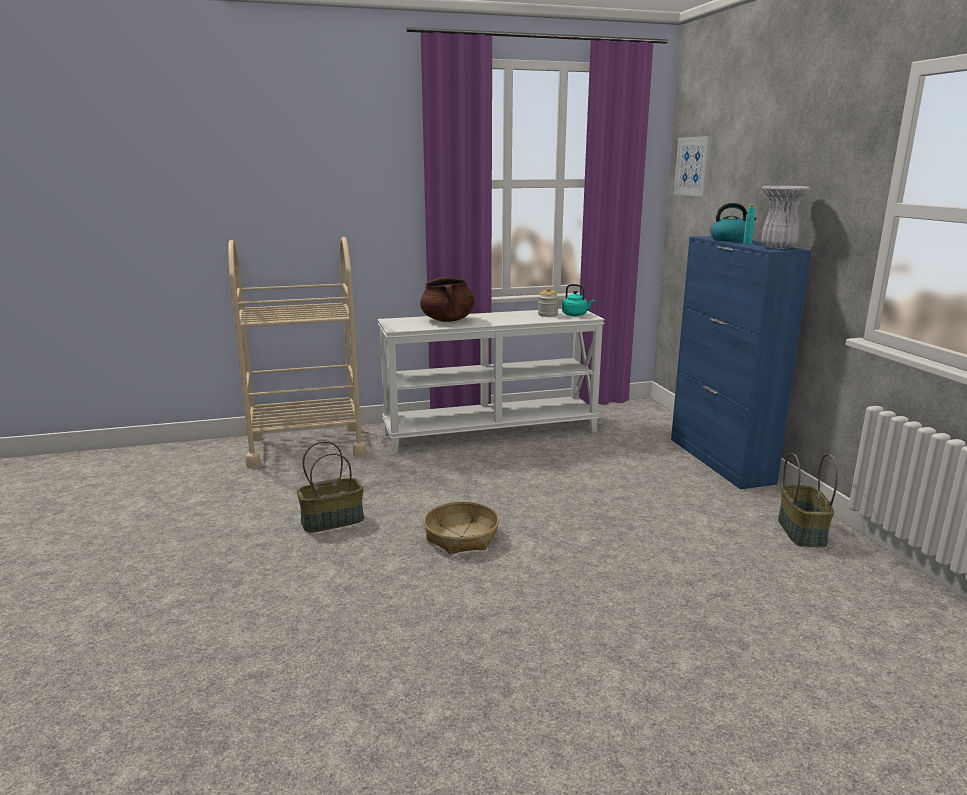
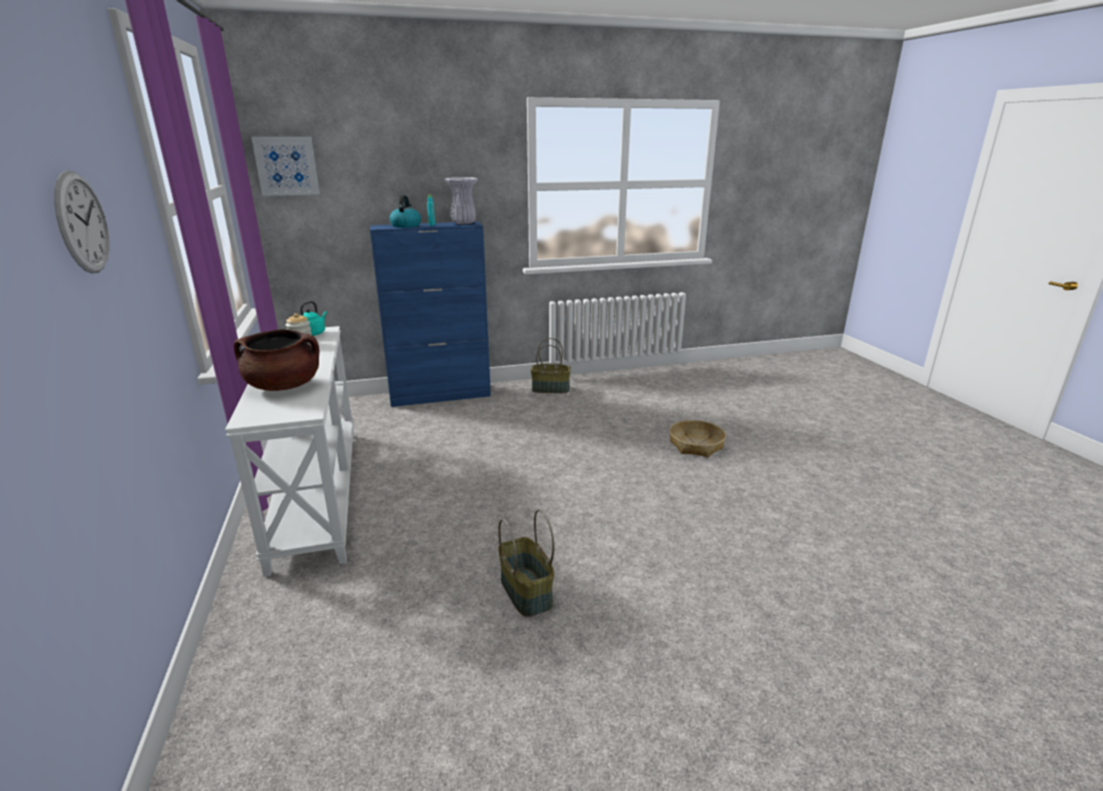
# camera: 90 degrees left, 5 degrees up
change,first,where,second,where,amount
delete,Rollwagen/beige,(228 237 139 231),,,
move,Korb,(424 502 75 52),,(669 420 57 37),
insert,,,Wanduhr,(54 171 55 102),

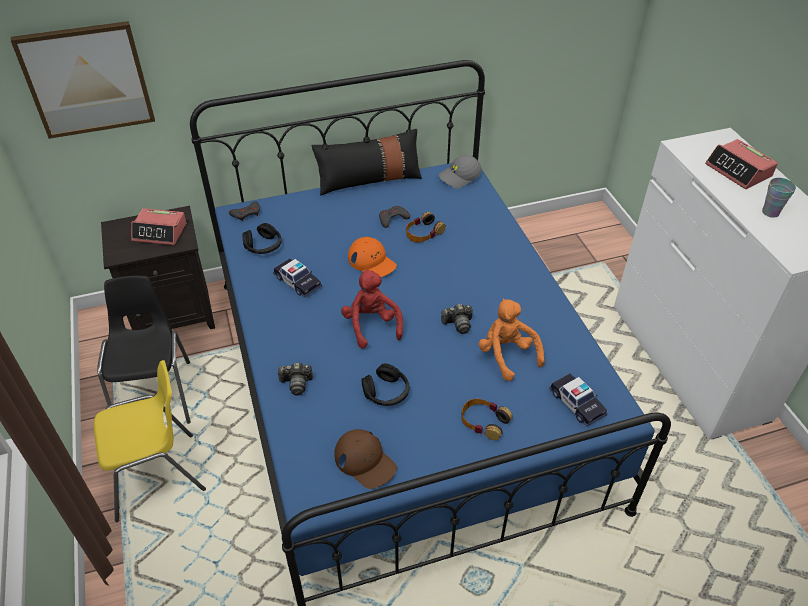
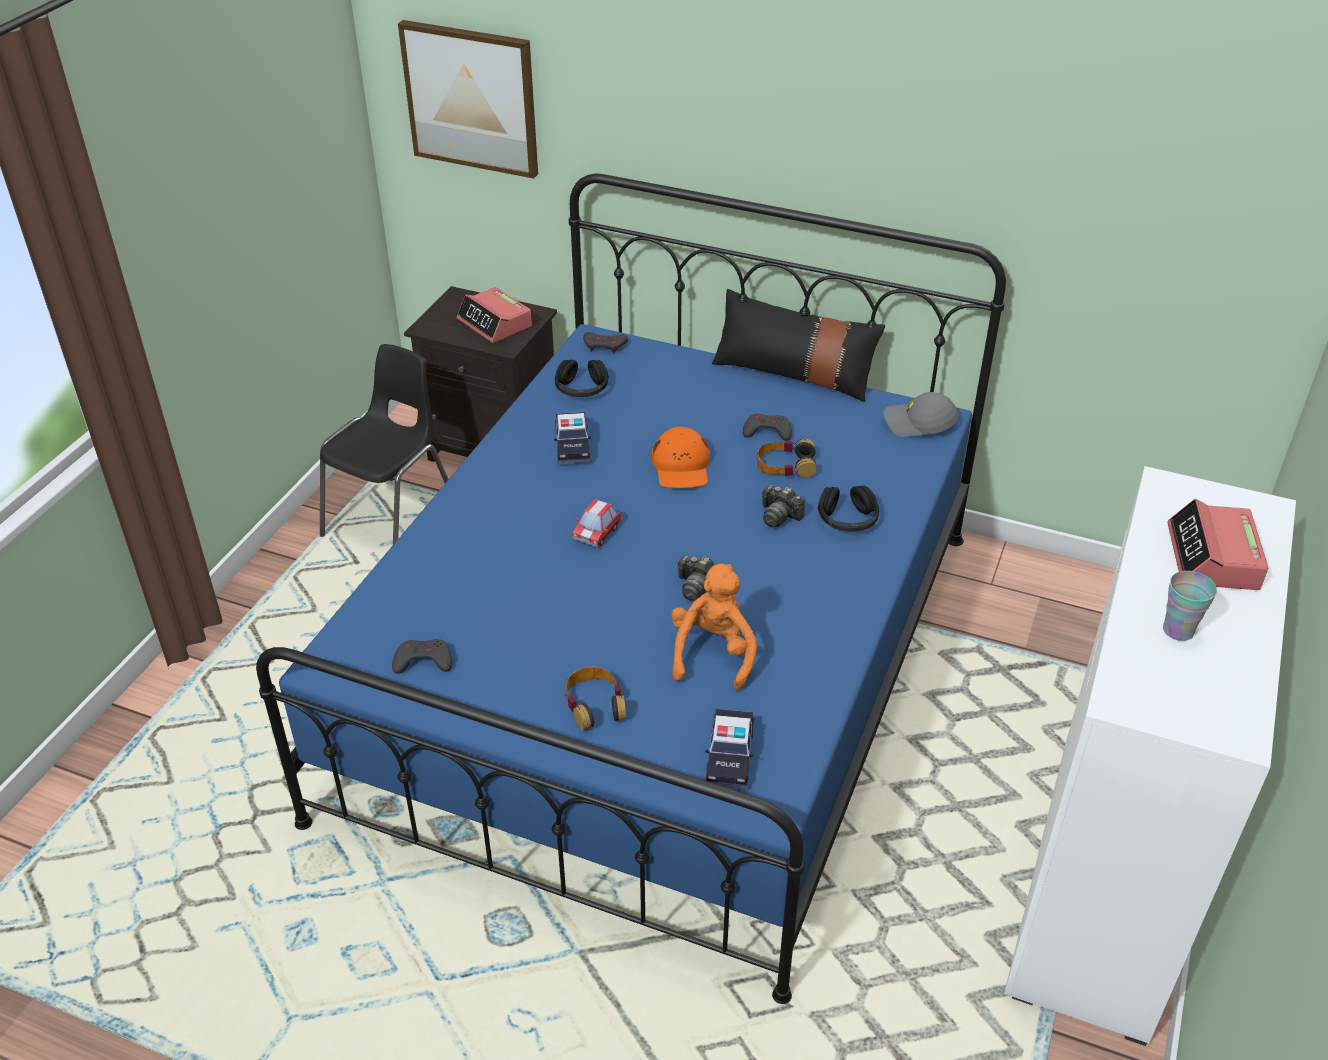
# camera: 40 degrees right, 5 degrees down
change,first,where,second,where,amount
delete,Stuhl/gelb,(94 360 112 162),,,
move,Kamera,(277 363 36 32),,(762 485 43 42),
replace,Kappe/braun,(334 429 63 60),Gamepad/grau,(392 639 60 35),
replace,Plüschtier/rot,(341 269 62 80),Spielzeugauto,(572 499 50 48),
move,Kopfhörer/schwarz,(361 363 48 43),,(818 486 61 46),

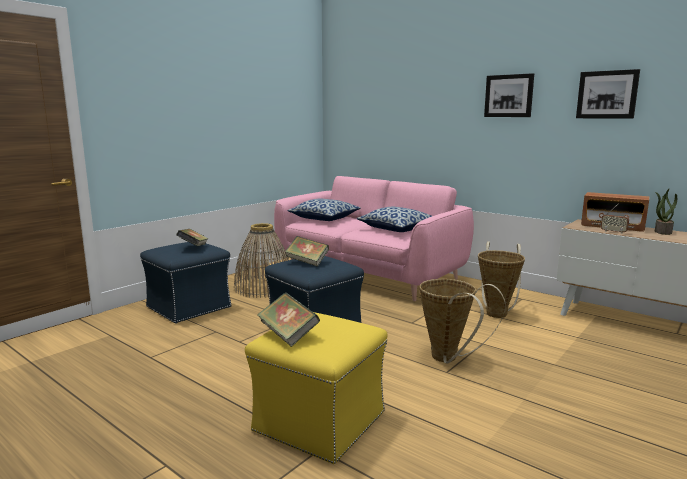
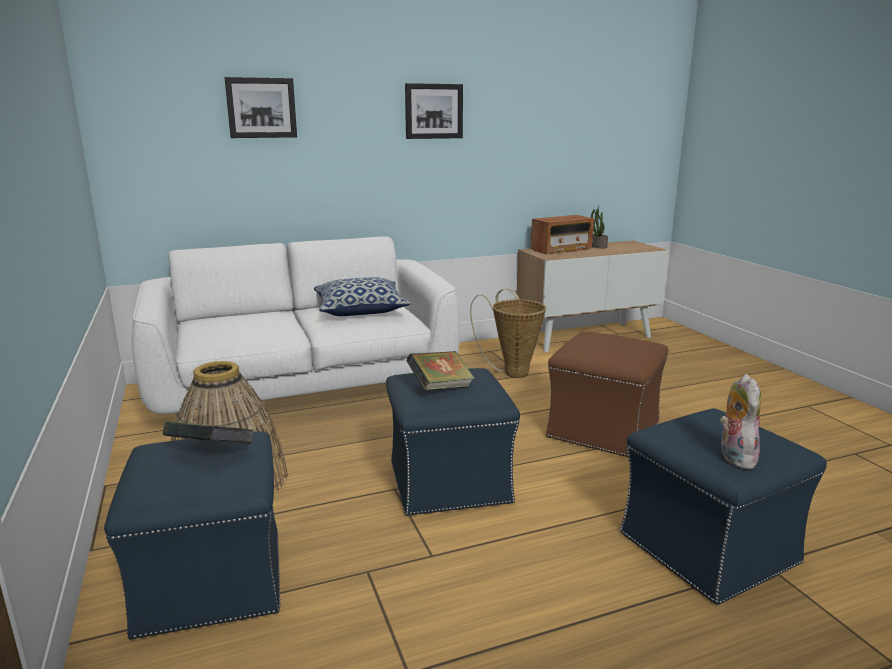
# camera: 60 degrees left, 5 degrees up
change,first,where,second,where,amount
recolor,Polsterhocker/gelb,(245 312 143 152),Polsterhocker/blau,(620 409 207 196),
replace,Buch,(257 292 63 55),Plüschtier,(720 374 41 95),
recolor,Sofa/rosa,(274 176 200 125),Sofa/weiß,(131 236 329 187),
delete,Kissen,(288 199 73 22),,,
replace,Korb,(420 279 86 85),Polsterhocker/braun,(546 331 122 126),
move,Bild,(576 69 64 49),,(224 77 73 61),
delete,Radio,(601 203 28 31),,,

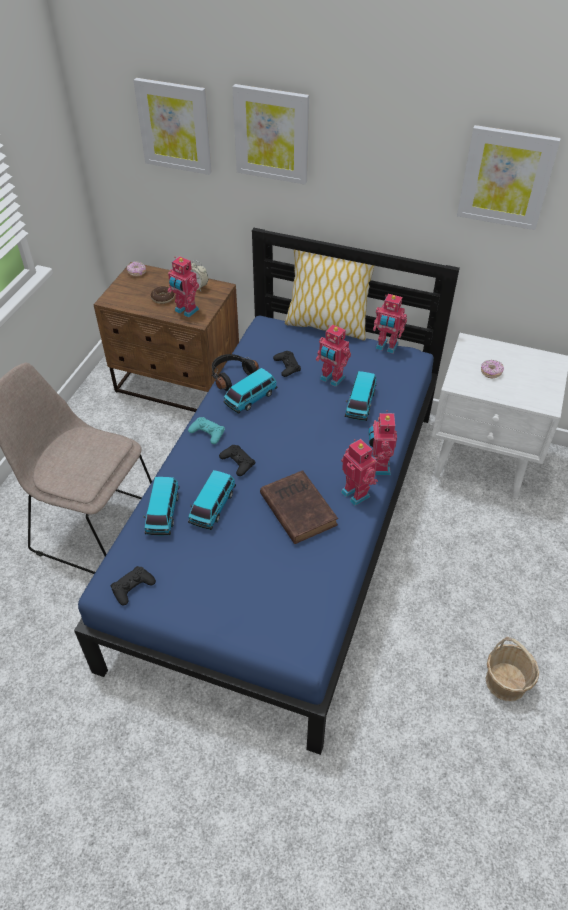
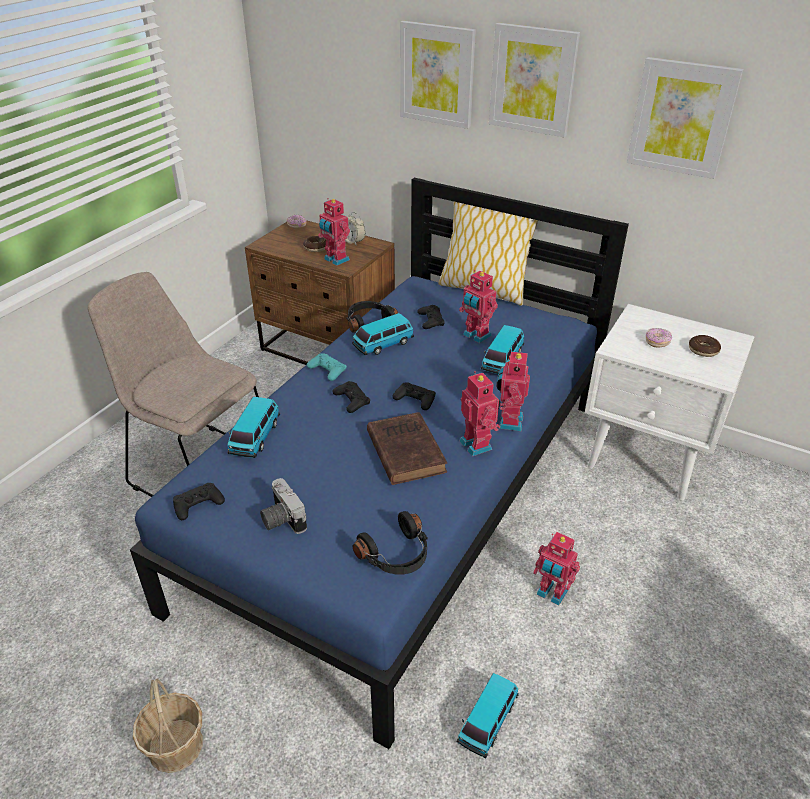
# camera: 10 degrees right, 10 degrees down
change,first,where,second,where,amount
move,Bild,(134 78 77 97),,(489 23 91 114),
move,Spielzeugauto,(188 470 48 60),,(456 673 63 85),
move,Spielzeugroboter,(373 294 34 60),,(533 532 47 73),
move,Korb,(485 637 54 64),,(133 678 70 95),
insert,,,Kamera,(260 478 47 56),
insert,,,Kopfhörer/schwarz,(353 511 75 64),
insert,,,Gamepad/schwarz,(393 382 43 28),
insert,,,Donut,(689 335 32 22),

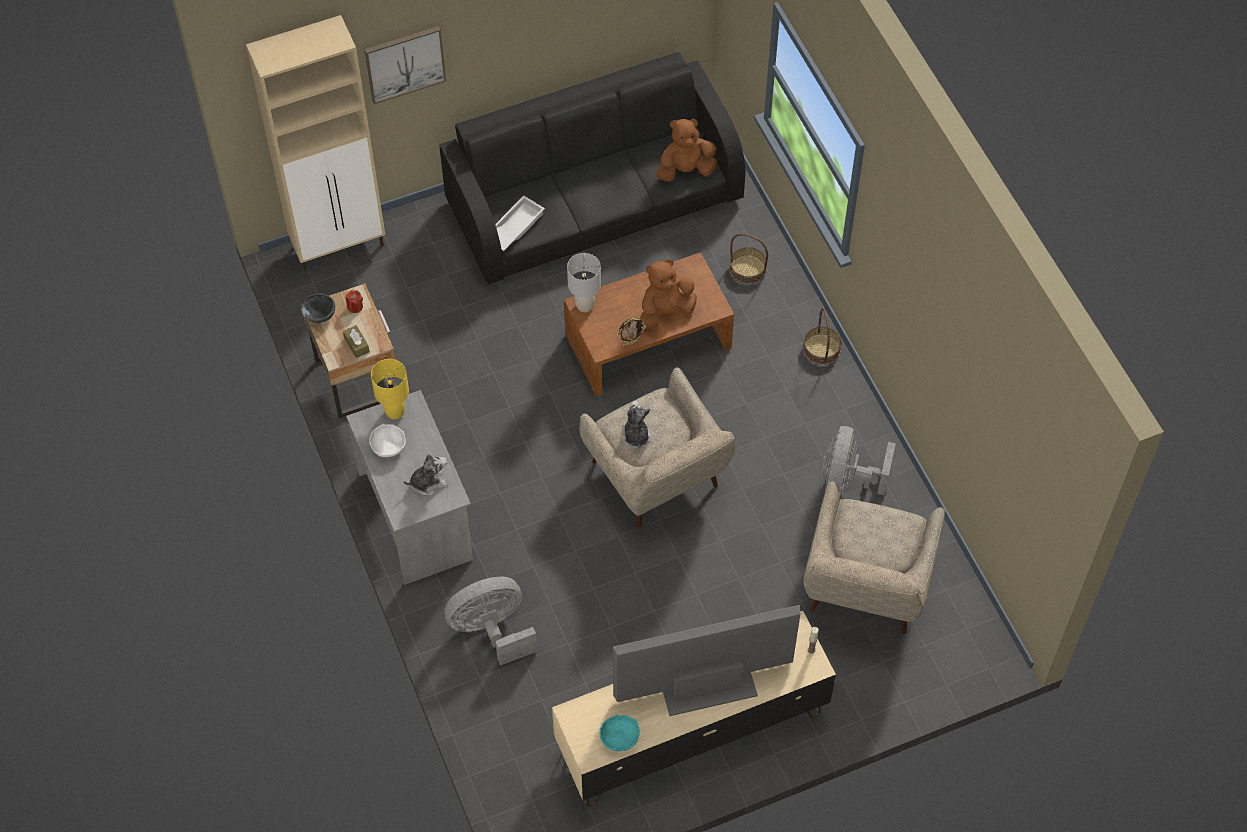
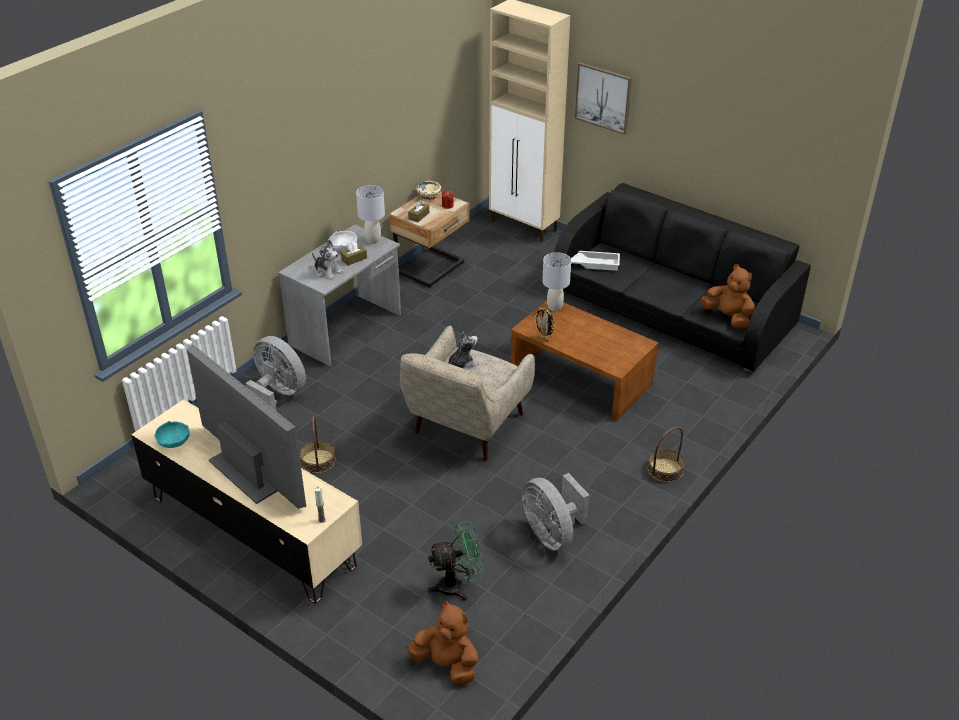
# camera: 60 degrees right, 20 degrees down
change,first,where,second,where,amount
recolor,Schüssel/schwarz,(301 294 34 29),Schüssel/beige,(416 181 25 19),
recolor,Tischlampe/gelb,(371 359 38 60),Tischlampe/grau,(356 185 29 59),
move,Plüschtier/braun,(640 259 57 69),,(407 601 72 84),
move,Korb,(729 233 39 51),,(300 416 36 57),
replace,Sessel/beige,(804 481 141 153),Ventilator/grün,(428 521 55 80),
rotate,Ventilator/grau,(822 426 74 74),,(522 473 68 77),105 degrees counterclockwise
insert,,,Taschentuchbox/braun,(341 242 26 24),

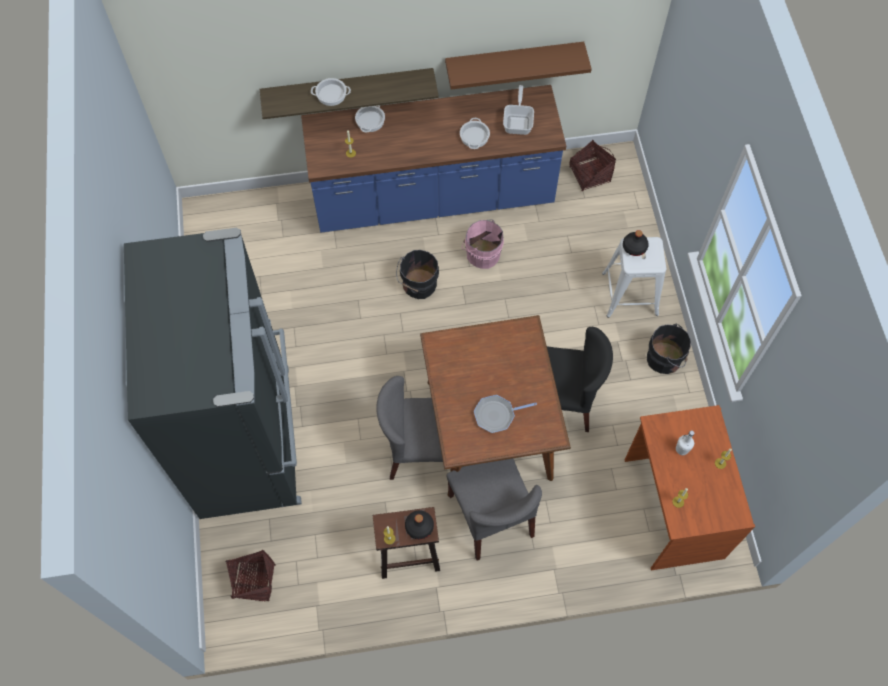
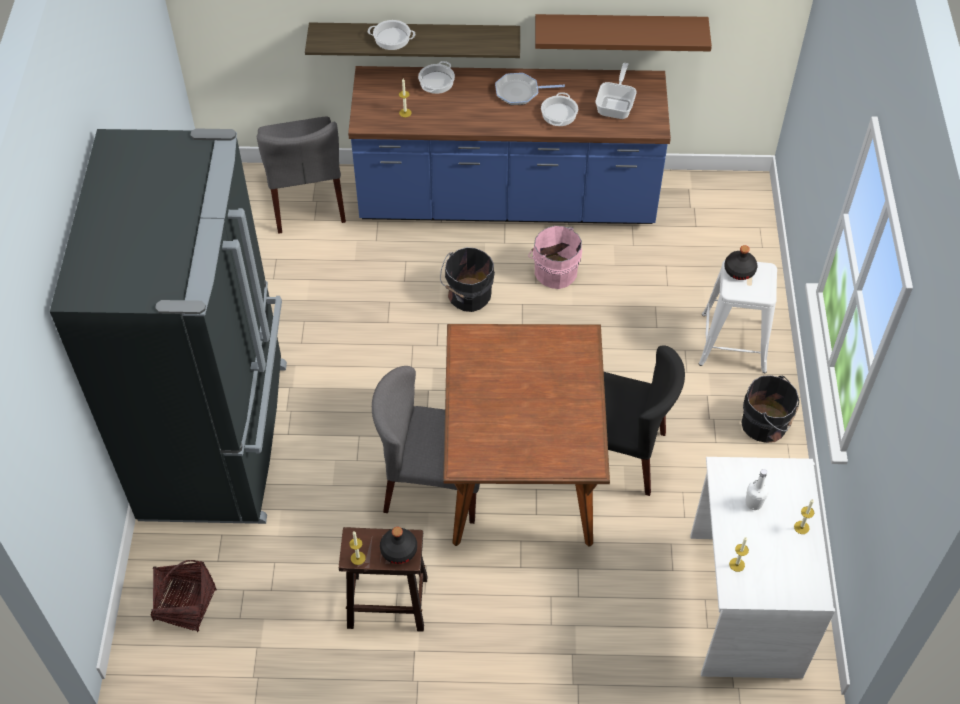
# camera: 10 degrees right, 10 degrees down
change,first,where,second,where,amount
move,Stuhl/grau,(446 459 96 102),,(257 117 89 117),
move,Pfanne,(474 395 63 38),,(495 73 70 32),
delete,Korb,(569 140 47 51),,,
recolor,Schreibtisch/braun,(625 405 130 165),Schreibtisch/weiß,(690 457 145 222),

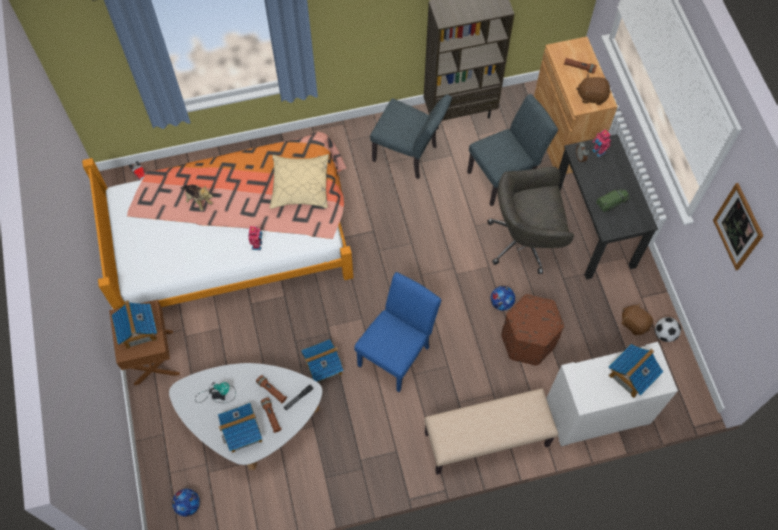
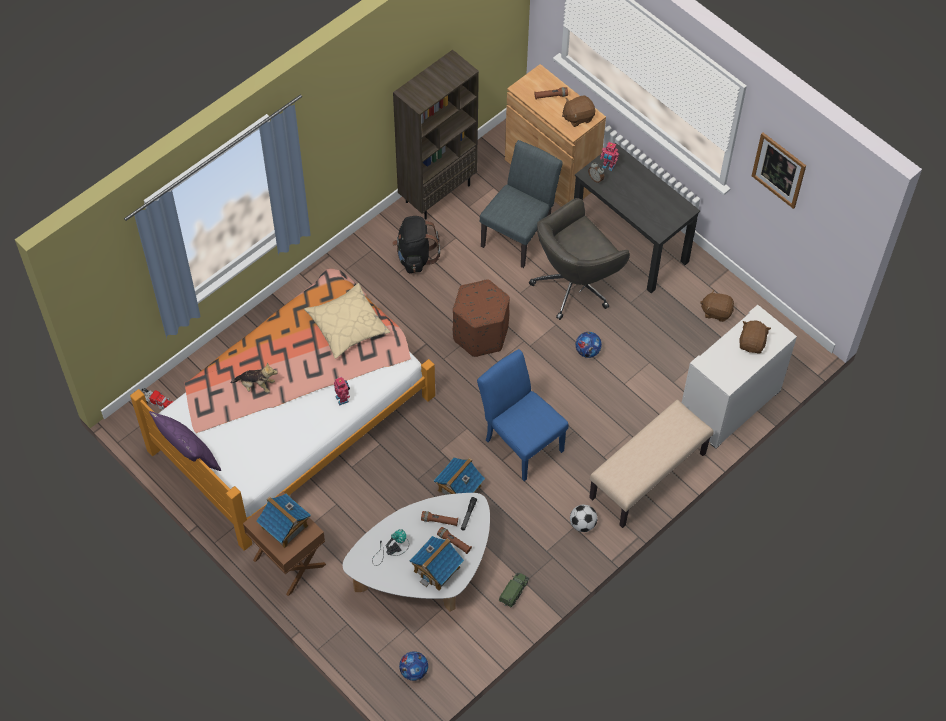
# camera: 30 degrees left, 5 degrees down
change,first,where,second,where,amount
rotate,Stuhl/blau,(354 272 87 120),,(477 349 92 132),45 degrees counterclockwise
replace,Stuhl/grau,(370 95 82 84),Rucksack/schwarz,(392 216 48 57),
move,Polsterhocker/braun,(501 294 63 71),,(453 279 57 78),
move,Spielzeuglaster,(596 188 35 25),,(499 573 30 35),
replace,Spielzeughaus,(608 344 55 54),Plüschtier/braun,(739 320 32 33),
move,Fußball,(655 317 26 25),,(570 504 27 28),
insert,,,Kissen/lila,(149 411 72 60),

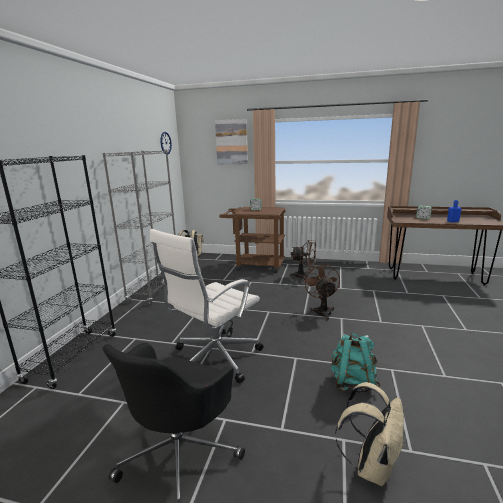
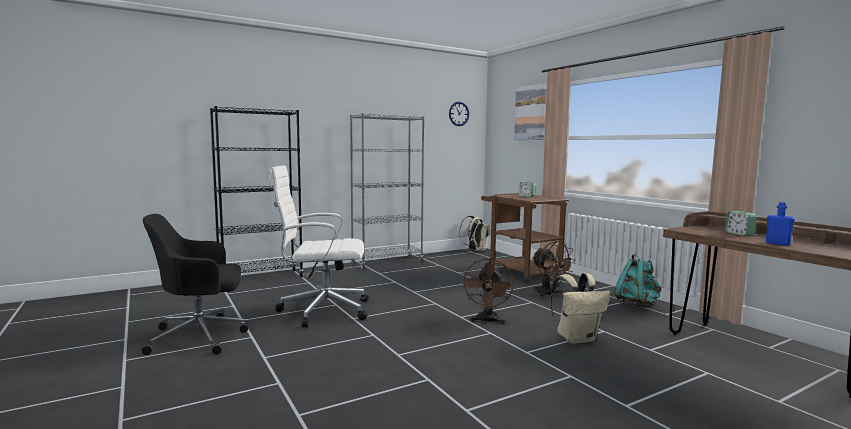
# camera: 45 degrees right, 10 degrees down
change,first,where,second,where,amount
rotate,Ventilator/braun,(304 264 36 56),,(463 258 51 66),150 degrees clockwise
move,Rucksack/türkis,(331 333 50 60),,(614 254 48 53),
move,Rucksack/beige,(335 382 69 104),,(550 273 60 71),

